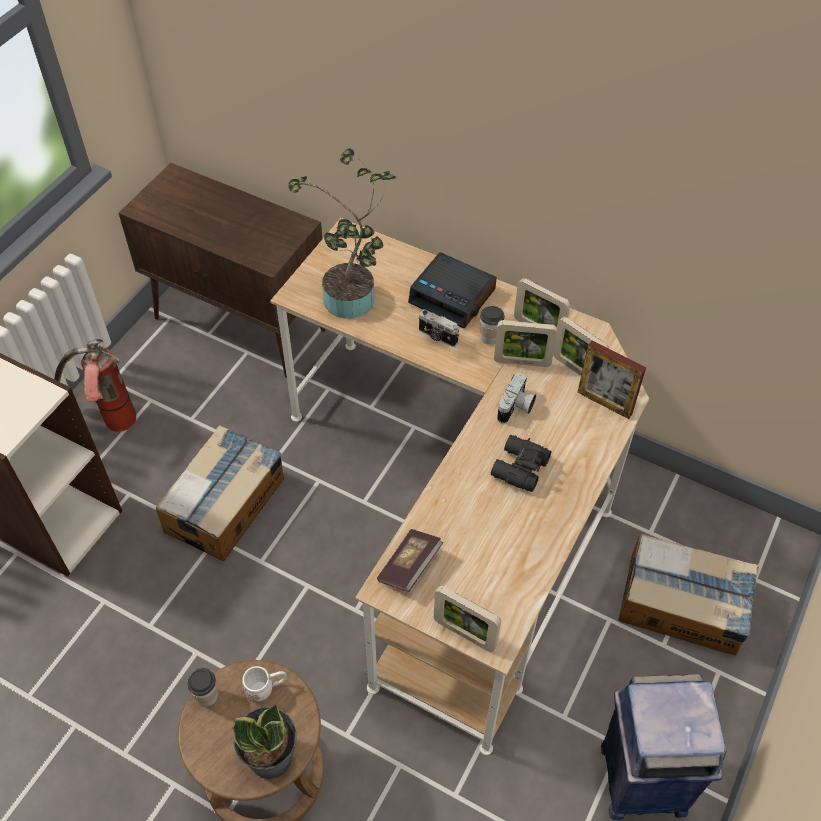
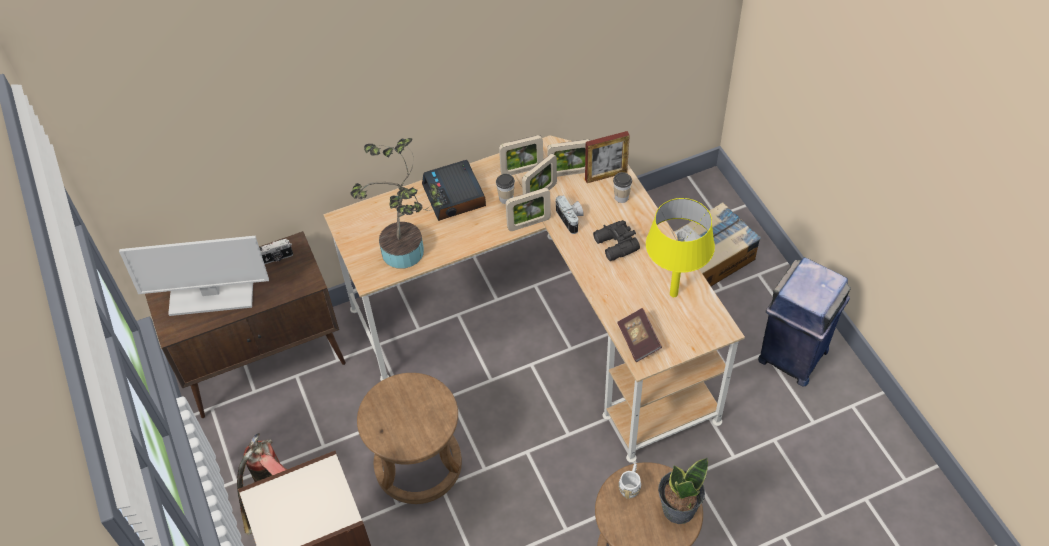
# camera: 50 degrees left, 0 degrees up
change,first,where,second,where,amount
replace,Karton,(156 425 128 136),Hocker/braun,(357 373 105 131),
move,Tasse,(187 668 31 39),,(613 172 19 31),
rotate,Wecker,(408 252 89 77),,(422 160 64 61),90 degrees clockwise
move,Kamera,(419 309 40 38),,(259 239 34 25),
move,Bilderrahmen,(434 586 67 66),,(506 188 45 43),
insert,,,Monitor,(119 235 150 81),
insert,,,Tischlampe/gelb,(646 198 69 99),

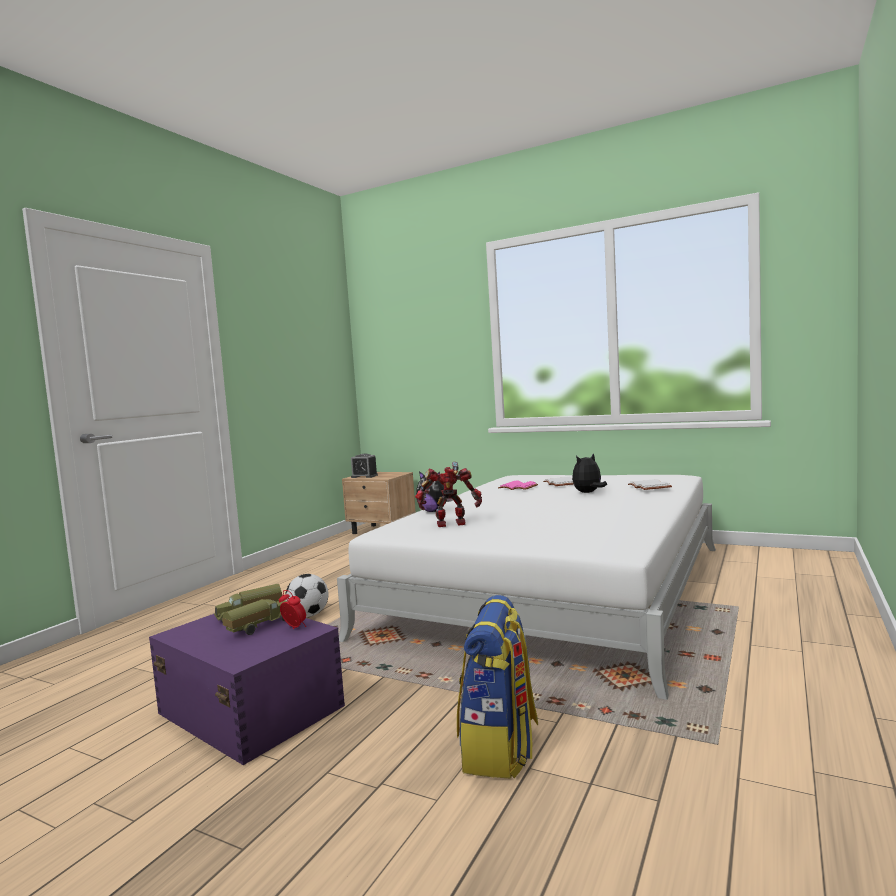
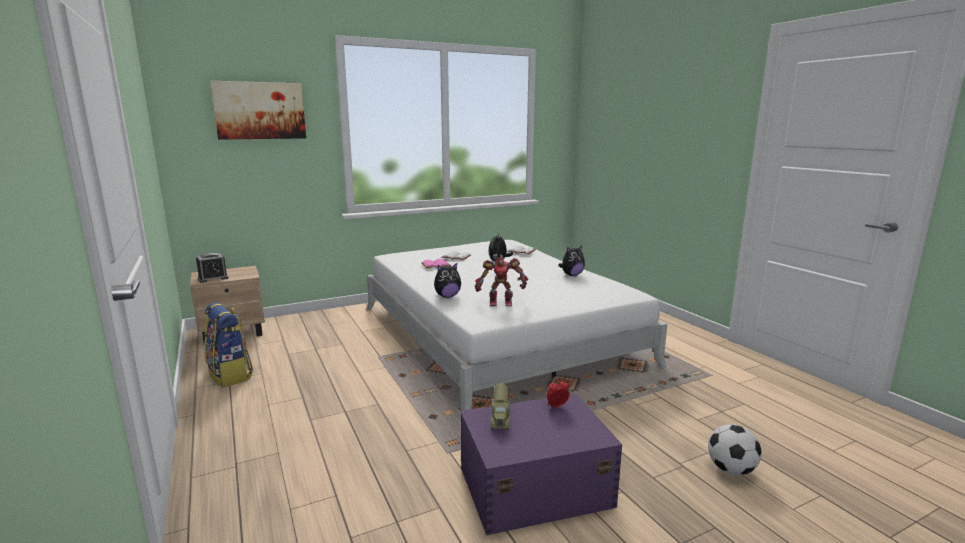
# camera: 55 degrees left, 10 degrees up
change,first,where,second,where,amount
delete,Spielzeuglaster,(222 599 65 36),,,
move,Fußball,(285 574 44 43),,(708 424 54 51),
rotate,Spielzeugroboter,(415 462 67 65),,(475 254 53 52),120 degrees counterclockwise
move,Rucksack,(457 595 81 184),,(204 302 49 86),
insert,,,Bild,(210 81 96 59),
insert,,,Plüschtier,(558 245 27 31),

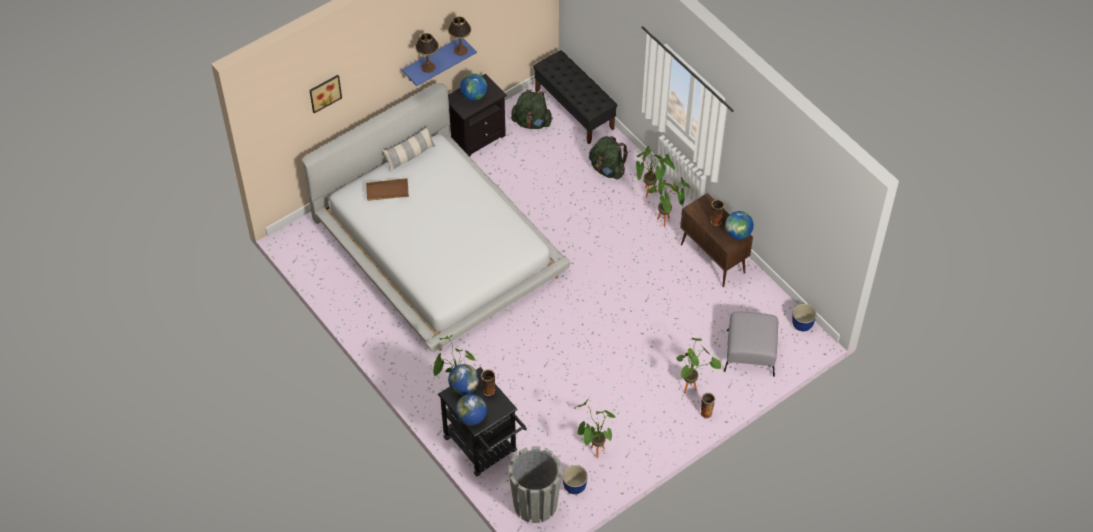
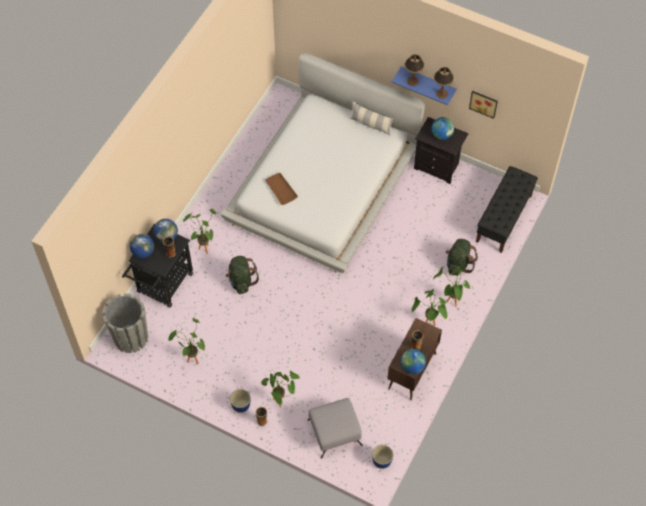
# camera: 65 degrees right, 5 degrees up
change,first,where,second,where,amount
move,Bild,(309 75 33 38),,(469 91 29 28),
move,Tablett/braun,(366 178 43 23),,(265 173 33 32),
move,Rucksack/grün,(511 90 42 39),,(226 256 33 38),
move,Pflanzkübel,(562 465 26 29),,(230 389 21 24),

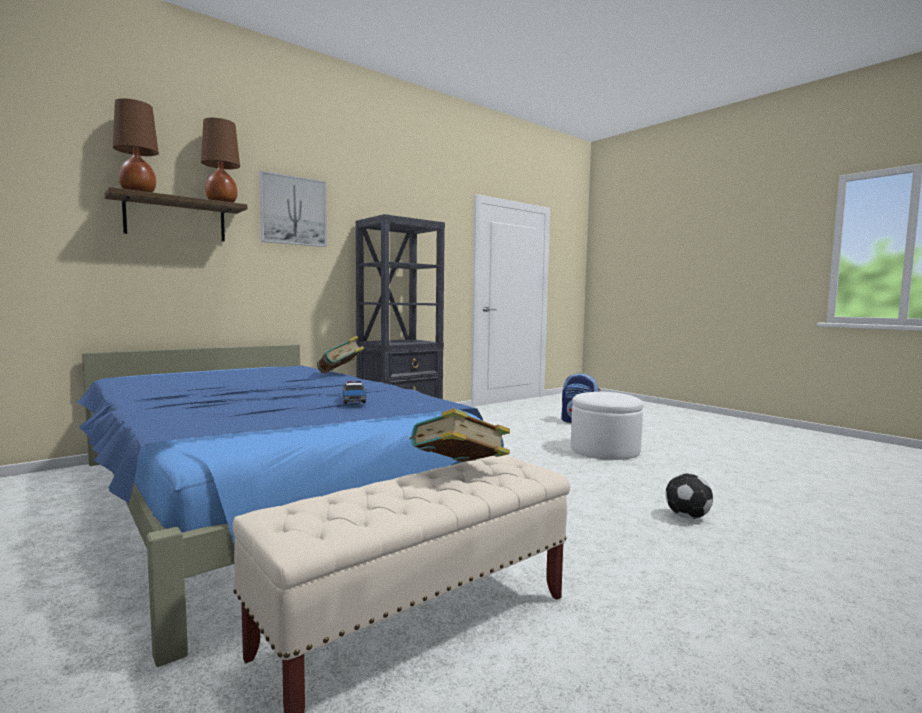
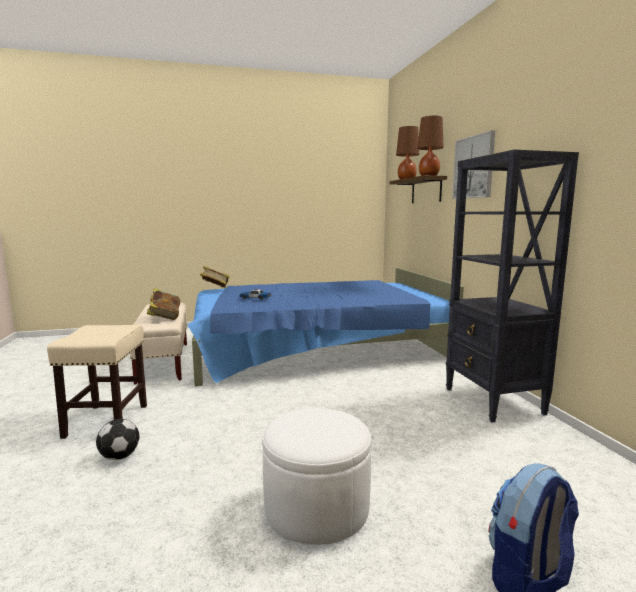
# camera: 115 degrees right, 5 degrees up
change,first,where,second,where,amount
move,Buch,(317 336 47 37),,(200 266 29 22),
insert,,,Hocker/beige,(47 325 100 114),

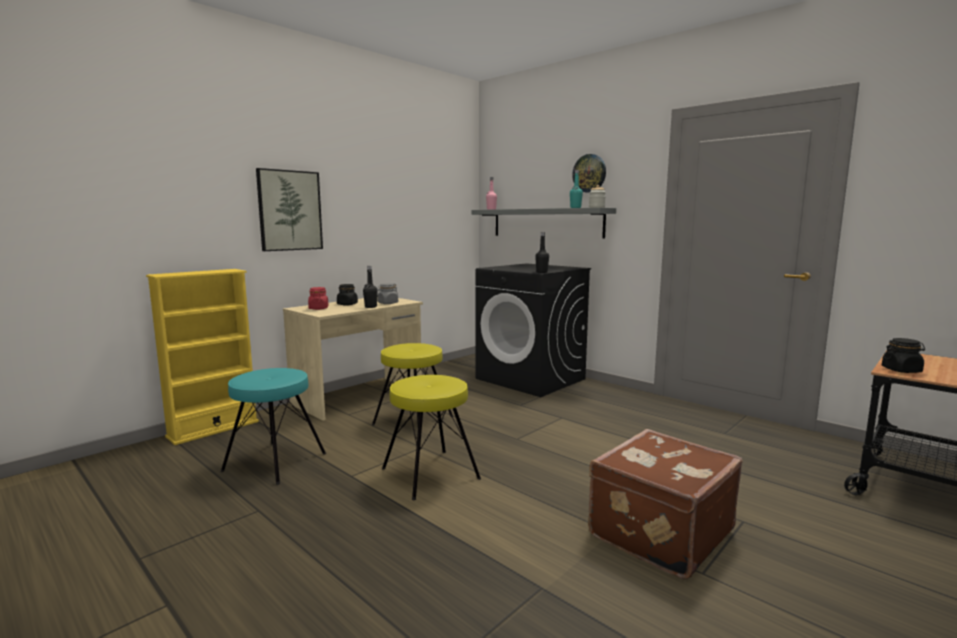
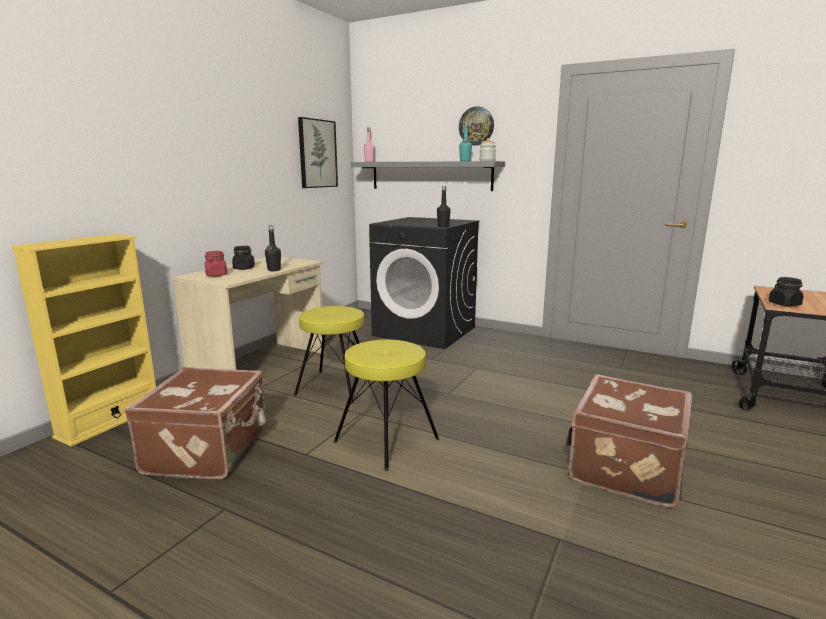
# camera: 15 degrees left, 5 degrees up
change,first,where,second,where,amount
replace,Hocker/türkis,(221 368 105 117),Koffer/braun,(125 367 141 112),
move,Bild,(256 168 67 83),,(298 117 40 71),
delete,Vorratsglas/grau,(377 283 21 21),,,

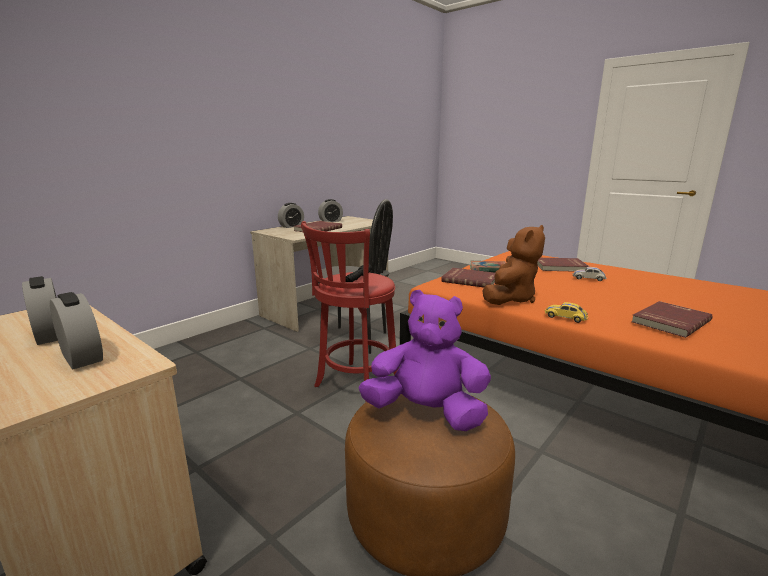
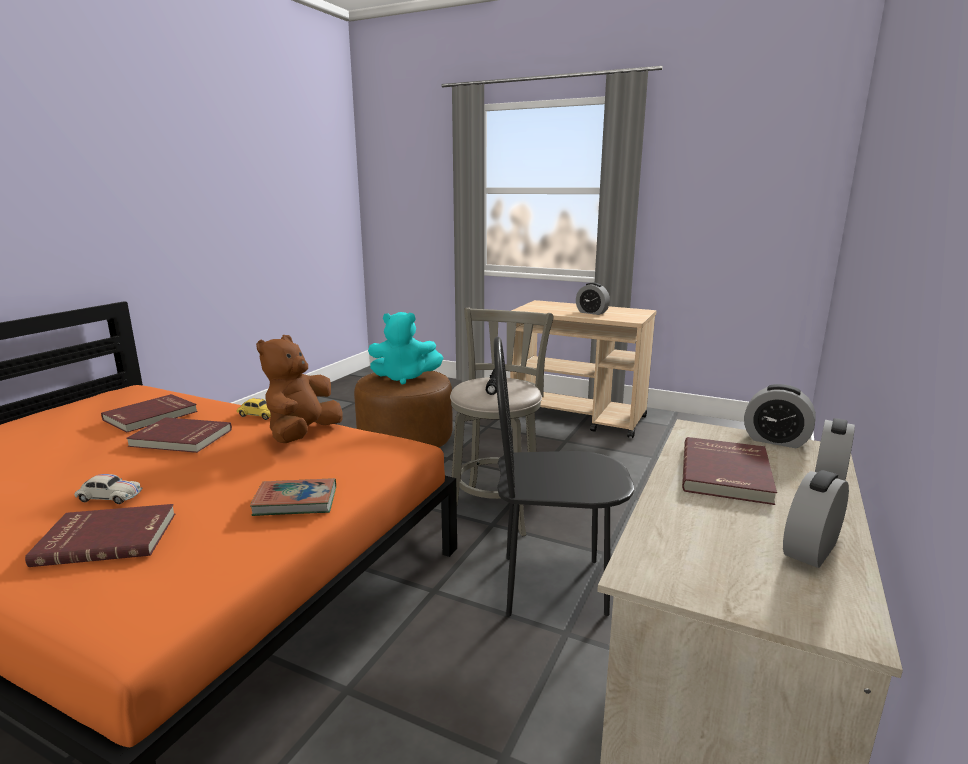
# camera: 165 degrees right, 0 degrees up
change,first,where,second,where,amount
move,Wecker,(50 292 53 78),,(744 384 72 64),
recolor,Hocker/rot,(301 221 98 166),Hocker/grau,(450 308 104 228),
recolor,Plüschtier/lila,(359 290 132 141),Plüschtier/türkis,(368 312 75 73),
move,Buch/rot,(441 268 54 20),,(126 417 106 36),

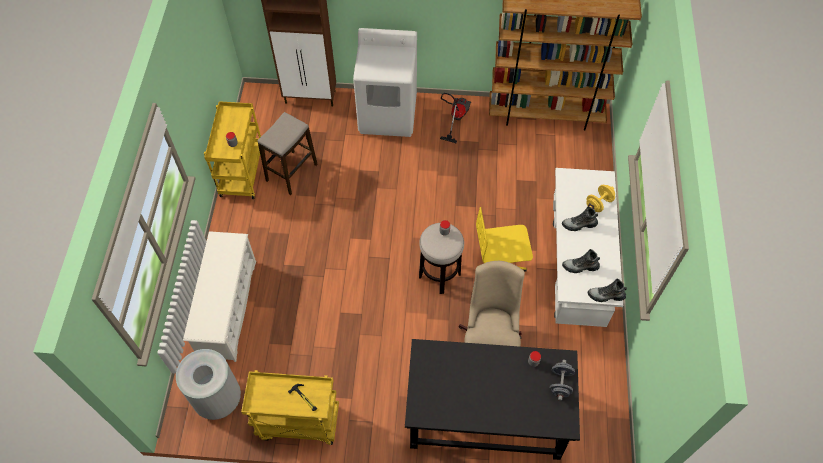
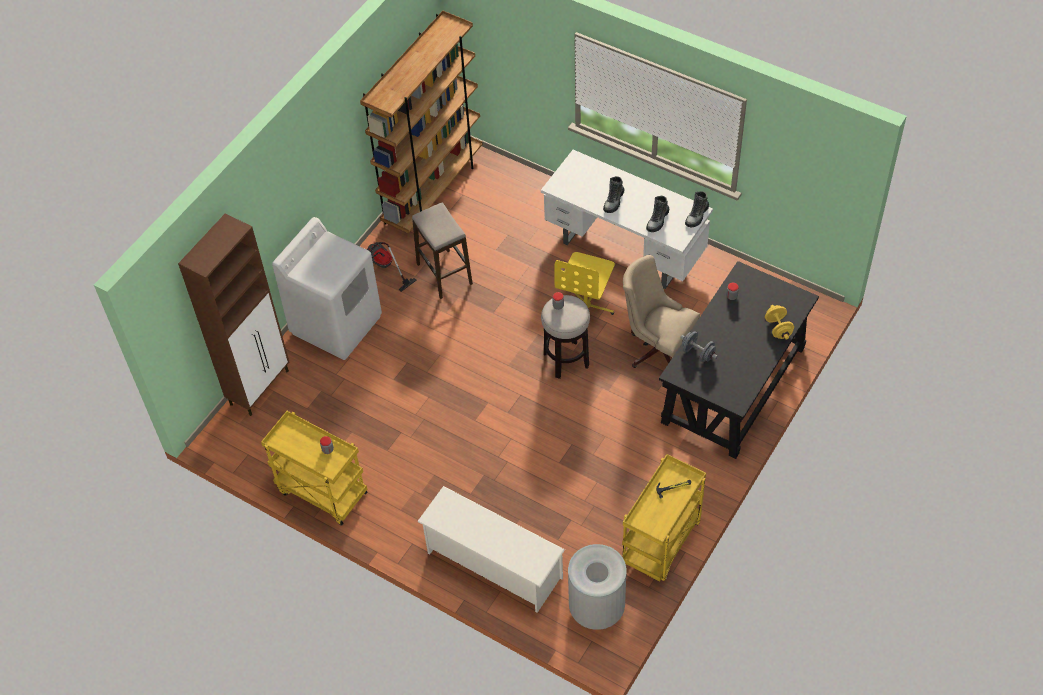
# camera: 60 degrees left, 5 degrees down
change,first,where,second,where,amount
move,Hocker,(258 112 60 83),,(412 203 61 96),
move,Hantel/grau,(550 360 25 41),,(680 331 37 31),
move,Hantel/gelb,(586 185 29 27),,(765 305 29 35),

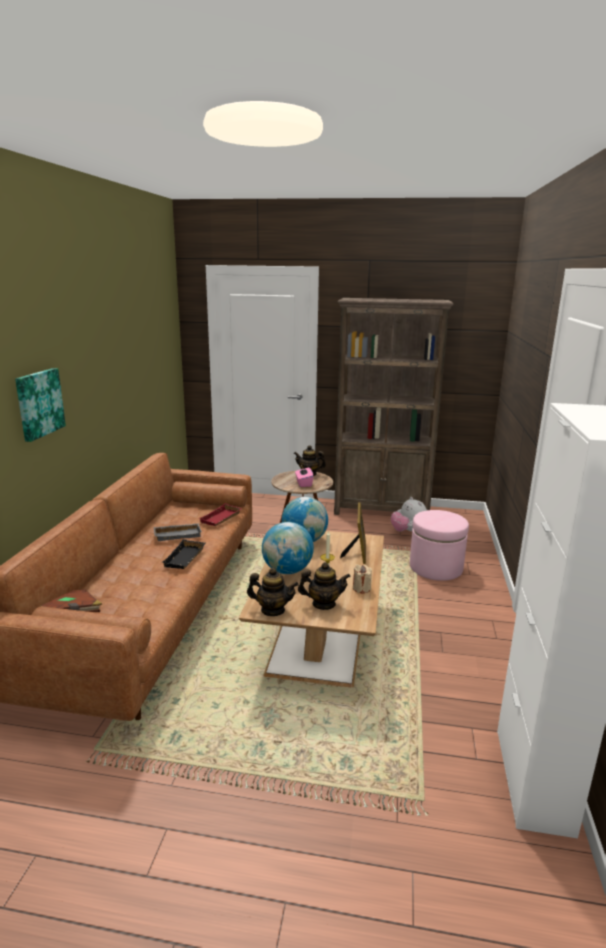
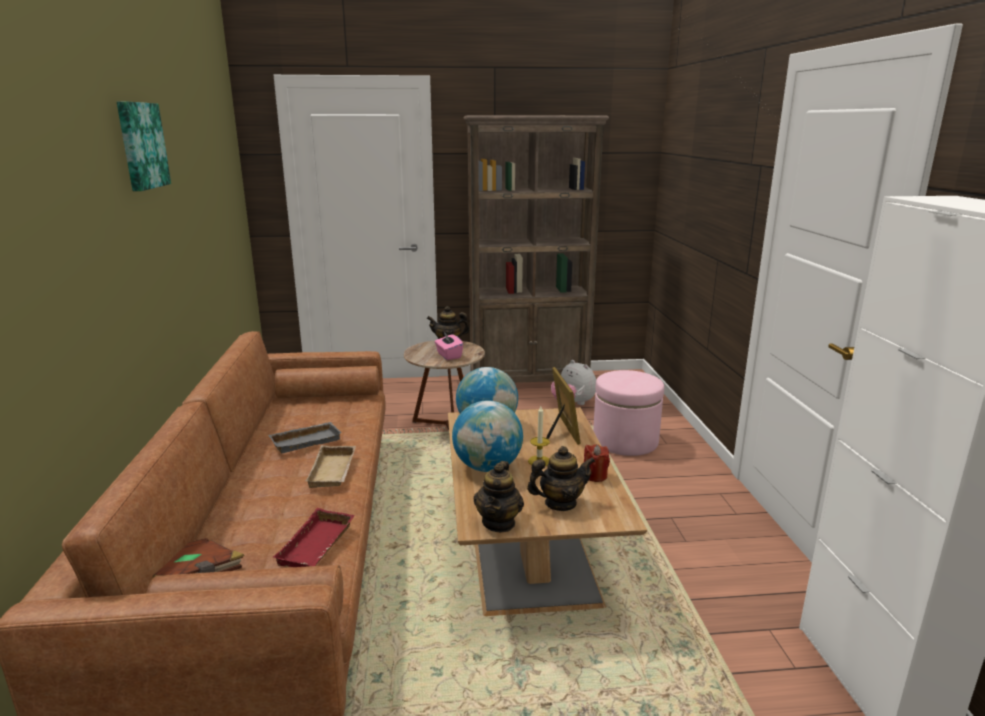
# camera: 15 degrees left, 0 degrees up
change,first,where,second,where,amount
move,Bild,(15 368 51 74),,(117 101 54 90),
recolor,Tablett/schwarz,(163 539 43 30),Tablett/beige,(306 445 50 43),
move,Tablett/rot,(199 503 43 23),,(272 508 83 59),
rotate,Teekanne,(247 568 52 48),,(474 461 50 71),105 degrees clockwise
recolor,Kerze/beige,(353 564 19 29),Kerze/rot,(584 444 26 38),

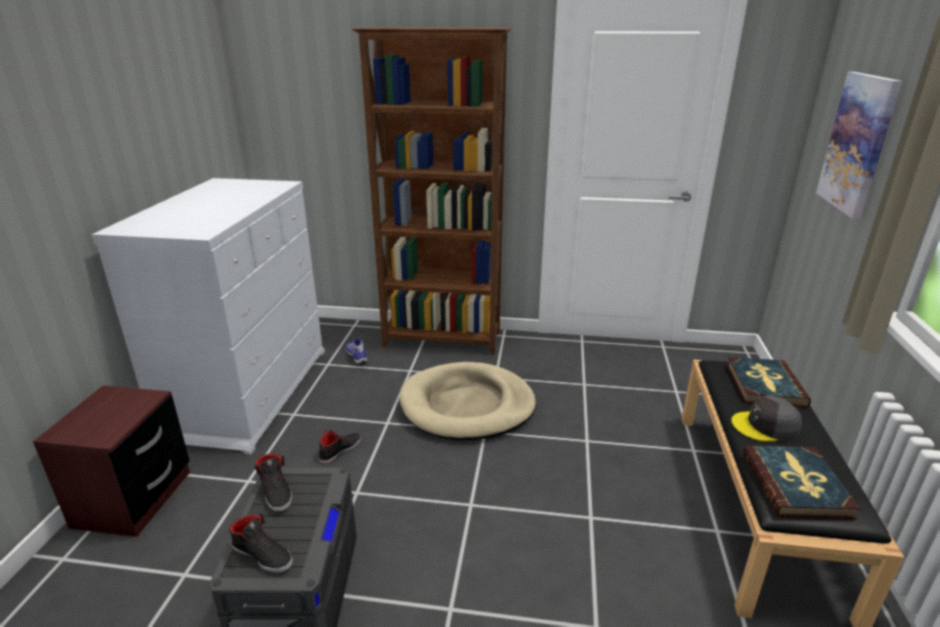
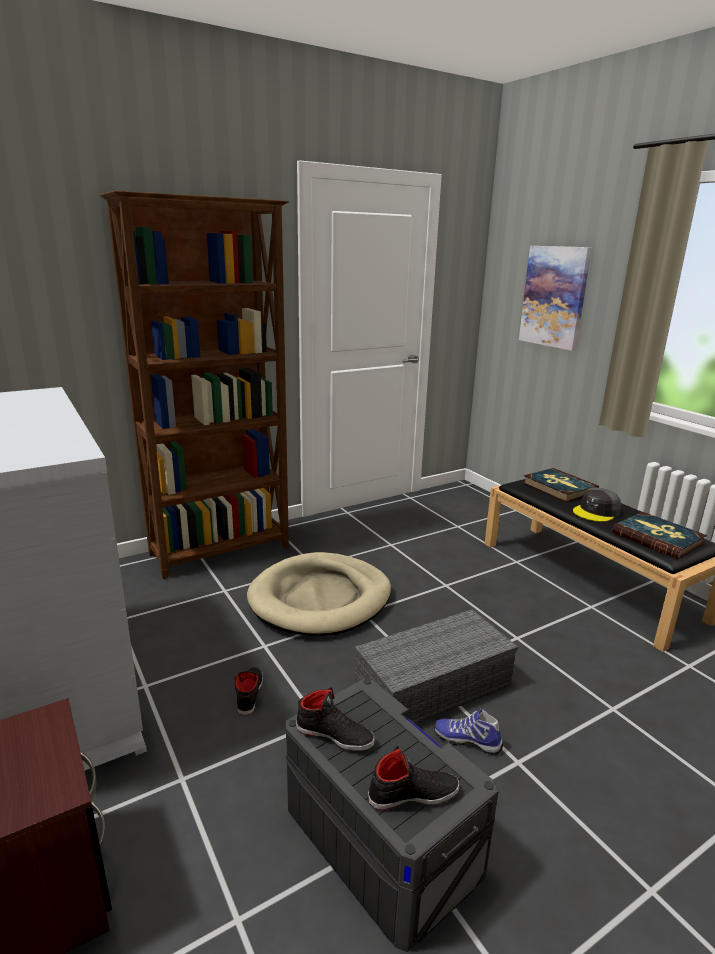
# camera: 40 degrees left, 5 degrees down
change,first,where,second,where,amount
move,Schuh,(346 339 21 27),,(434 709 69 46),
insert,,,Aufbewahrungsbox/grau,(355 609 163 115),

